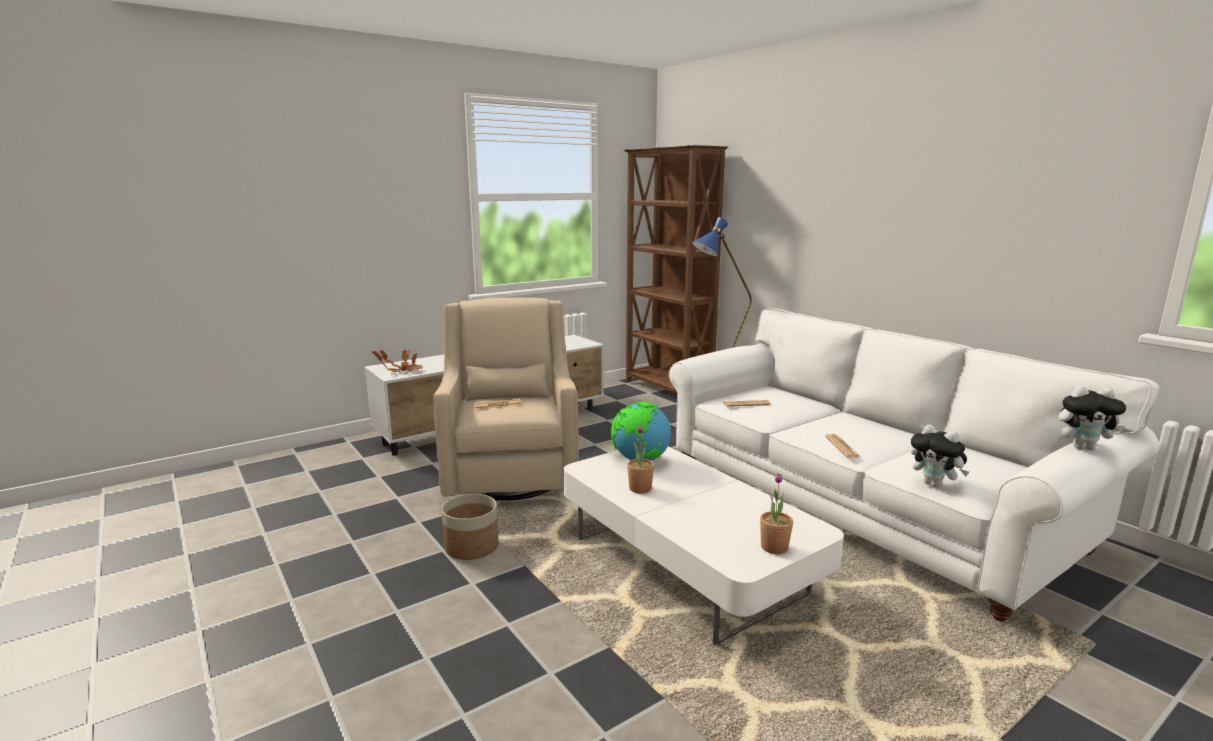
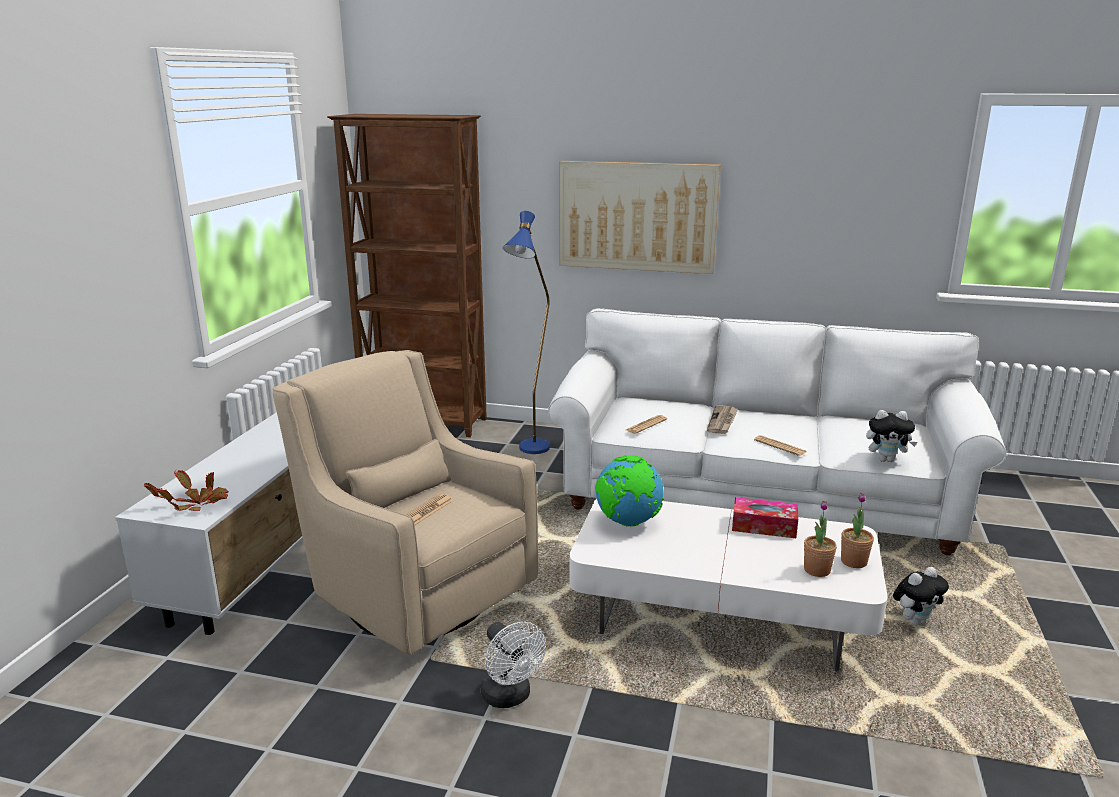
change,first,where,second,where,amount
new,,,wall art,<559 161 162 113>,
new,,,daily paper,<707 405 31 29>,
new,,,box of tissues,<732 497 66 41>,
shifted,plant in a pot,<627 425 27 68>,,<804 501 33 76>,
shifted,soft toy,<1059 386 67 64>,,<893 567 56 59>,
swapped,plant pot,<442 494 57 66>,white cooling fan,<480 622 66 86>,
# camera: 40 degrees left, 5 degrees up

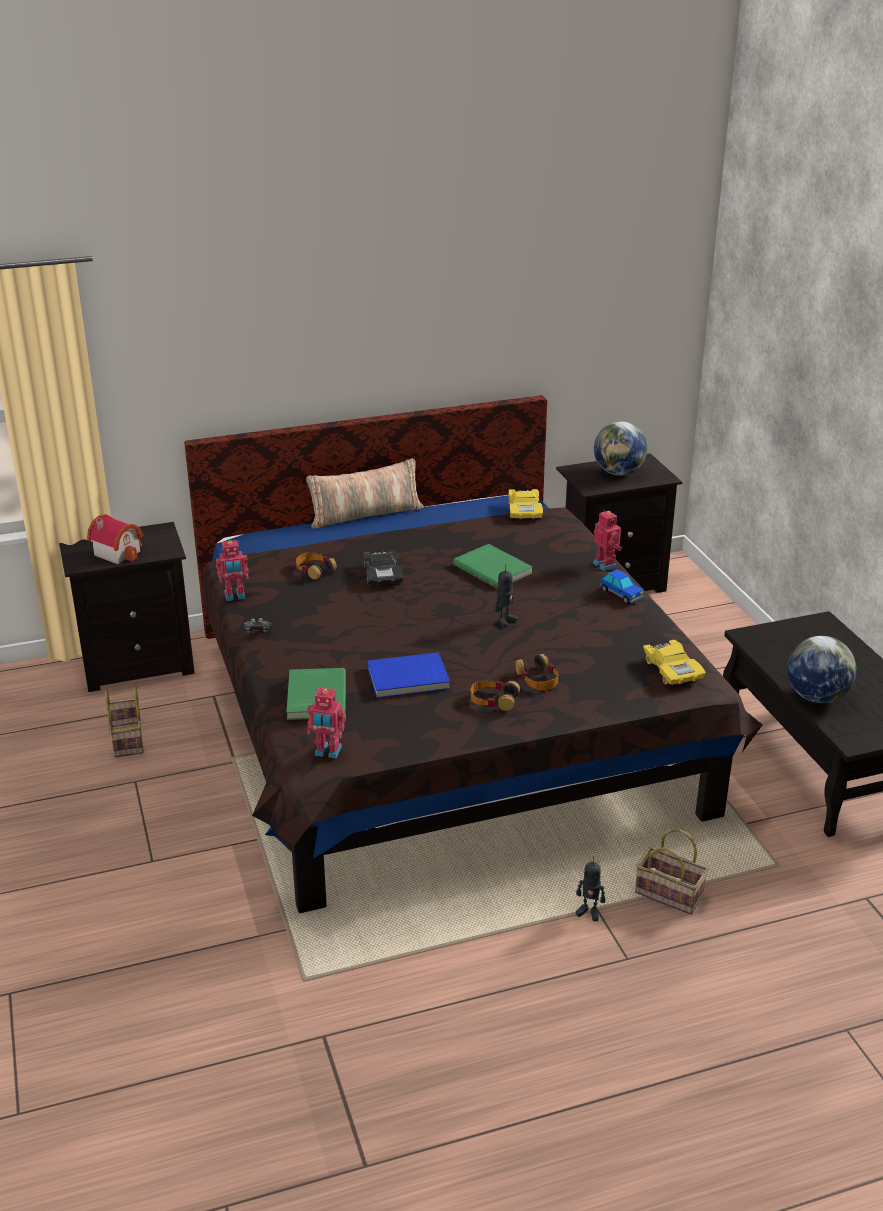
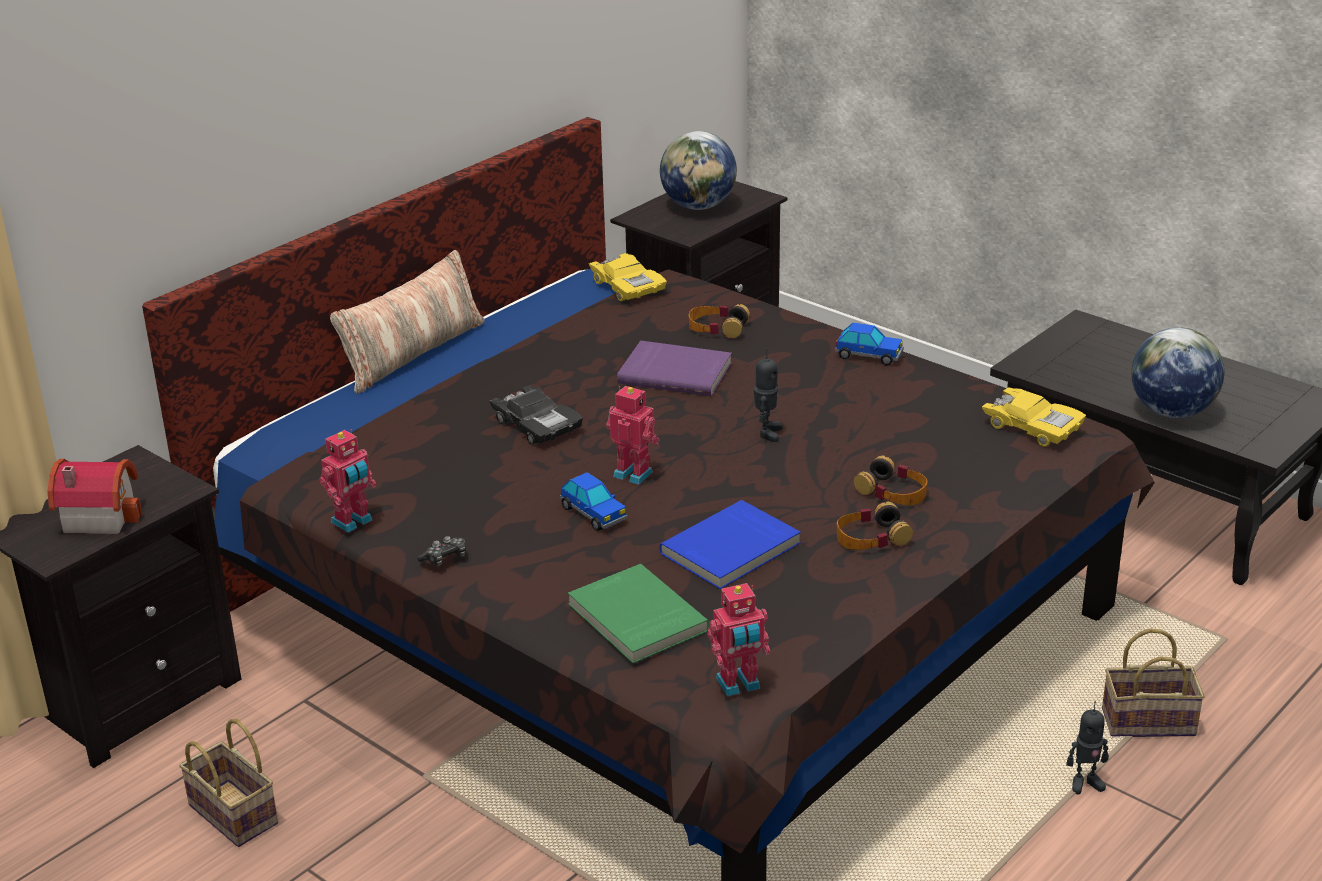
change,first,where,second,where,amount
new,,,toy car,<560 472 68 59>,
shifted,headset,<296 553 41 26>,,<688 304 62 34>,
shifted,toy robot,<593 509 29 62>,,<606 386 54 99>,
repainted,green-coloured book,<453 544 80 45>,purplish book,<617 341 115 55>,
# camera: 30 degrees left, 0 degrees up

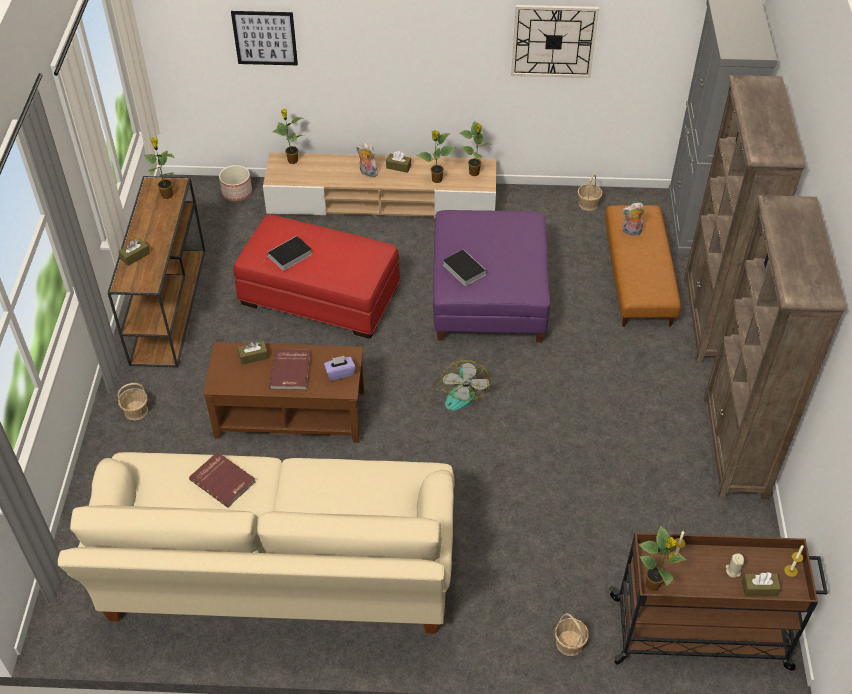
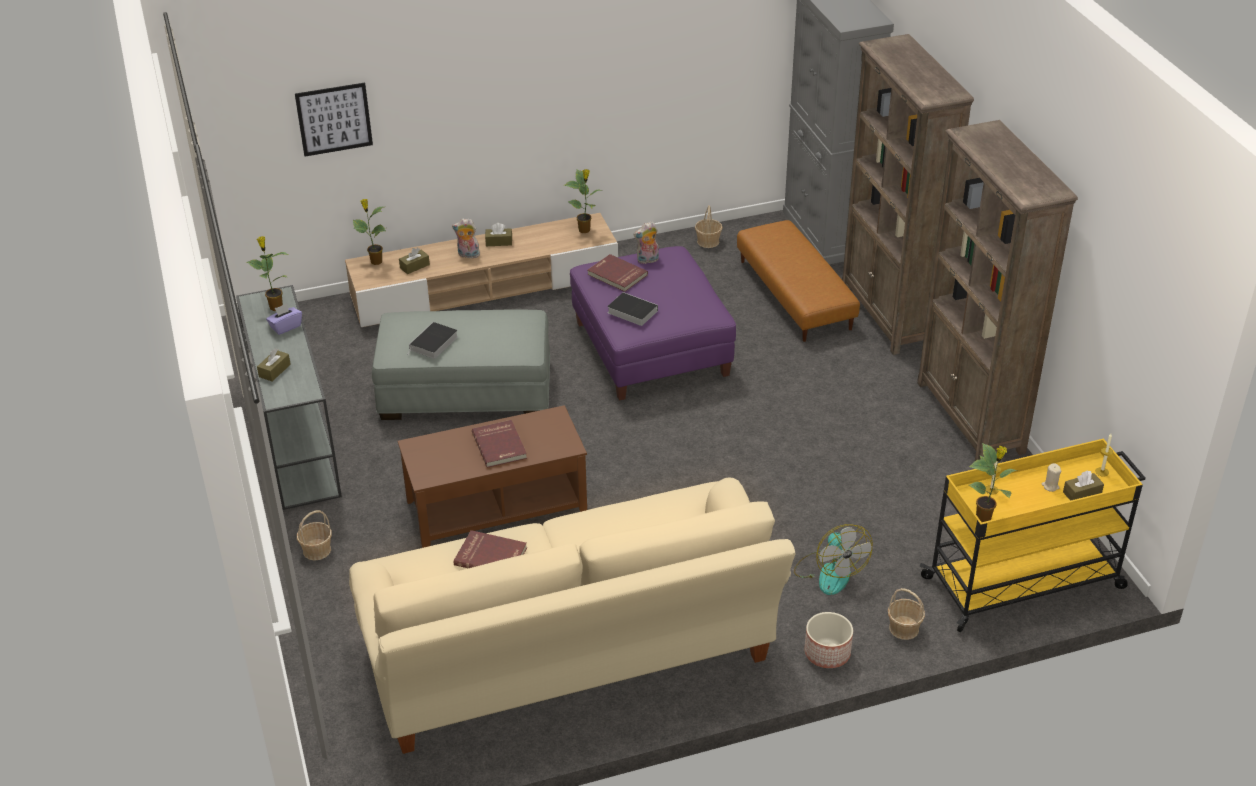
change,first,where,second,where,amount
gone,plant in a pot,<416 130 40 53>,,,
gone,clock on the wall,<511 5 88 73>,,,
new,,,red-coloured book,<587 254 61 38>,
shifted,plant pot,<219 165 33 36>,,<804 612 49 56>,
shifted,brown-coloured box of tissues,<238 341 30 24>,,<399 248 31 26>,
shifted,purplish box of tissues,<324 356 32 25>,,<266 304 36 31>,
shifted,cooling fan,<433 360 58 51>,,<794 524 79 71>,
shifted,soft toy,<622 202 23 34>,,<633 221 26 43>,
repainted,brown-coloured console table,<108 176 98 192>,grey console table,<236 285 106 225>,
repainted,red-coloured pouffe,<233 215 167 124>,grey pouffe,<372 310 178 110>,
repainted,brown-coloured trolley,<609 533 219 138>,yellowish trolley,<920 438 226 194>,
# camera: 20 degrees left, 10 degrees down

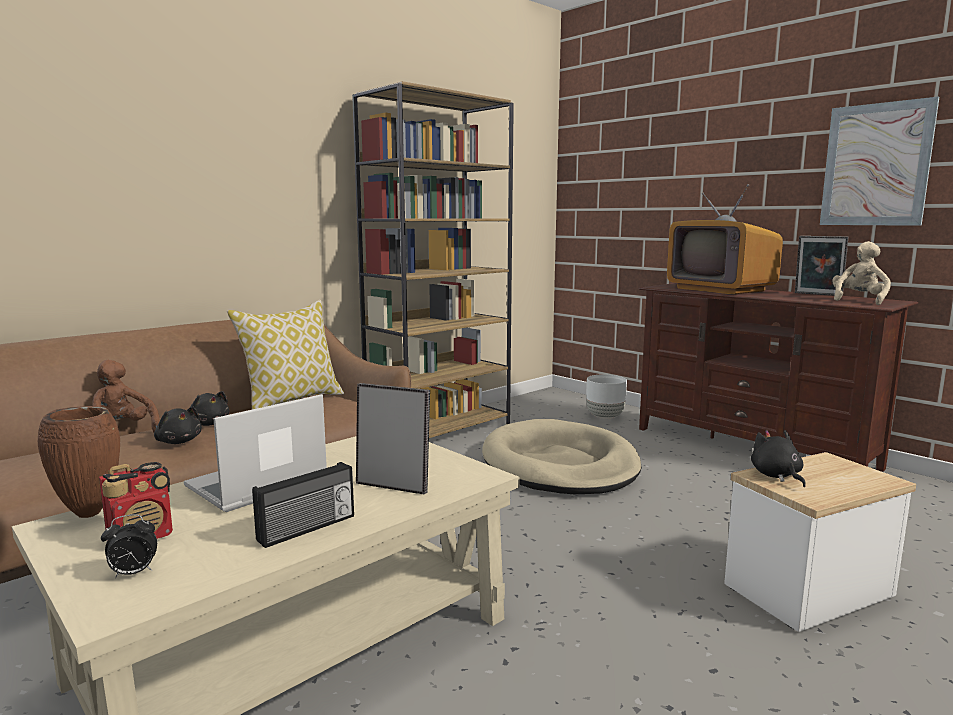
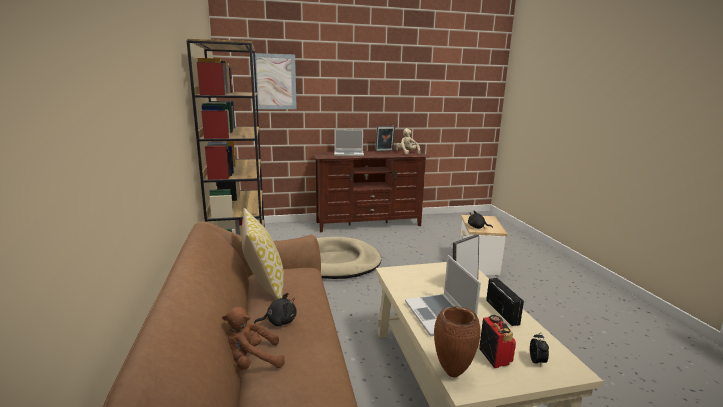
change,first,where,second,where,amount
gone,black soft toy,<154 407 48 37>,,,
gone,white plant pot,<586 375 41 44>,,,
shifted,wall art,<820 96 119 130>,,<252 53 45 56>,
swapped,TV set,<667 184 116 110>,portable computer,<334 129 30 27>,
# camera: 60 degrees left, 5 degrees up

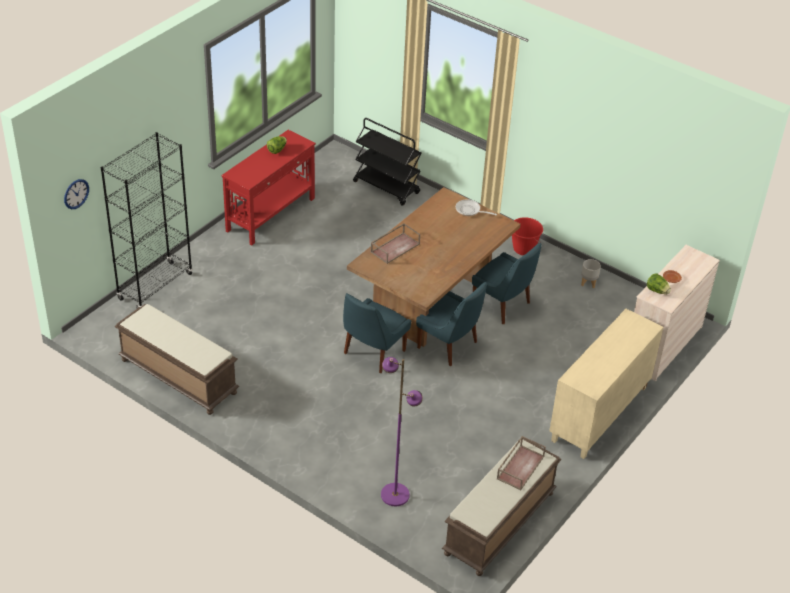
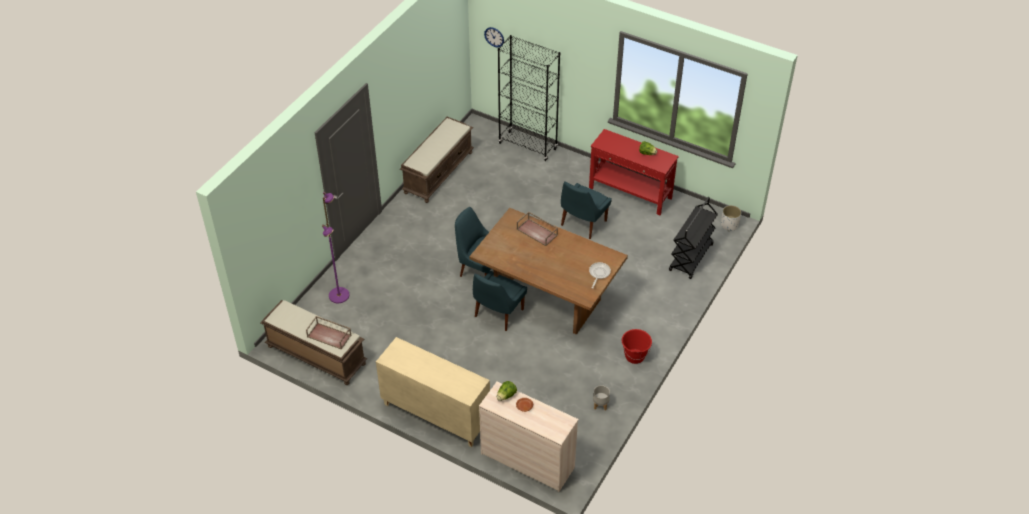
change,first,where,second,where,amount
new,,,white plant pot,<721 205 21 26>,
shifted,blue upright chair,<472 243 70 81>,,<561 181 51 58>,
# camera: 85 degrees right, 5 degrees up

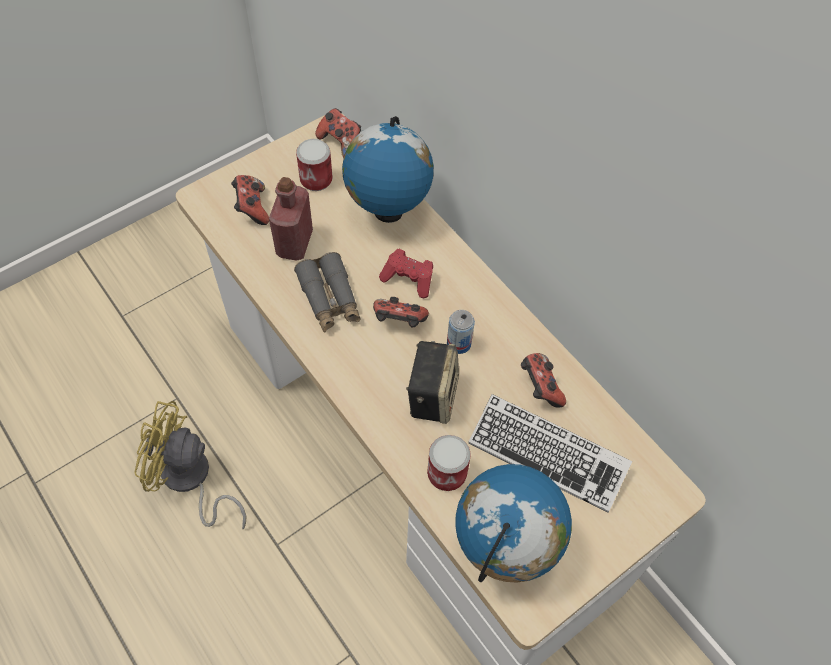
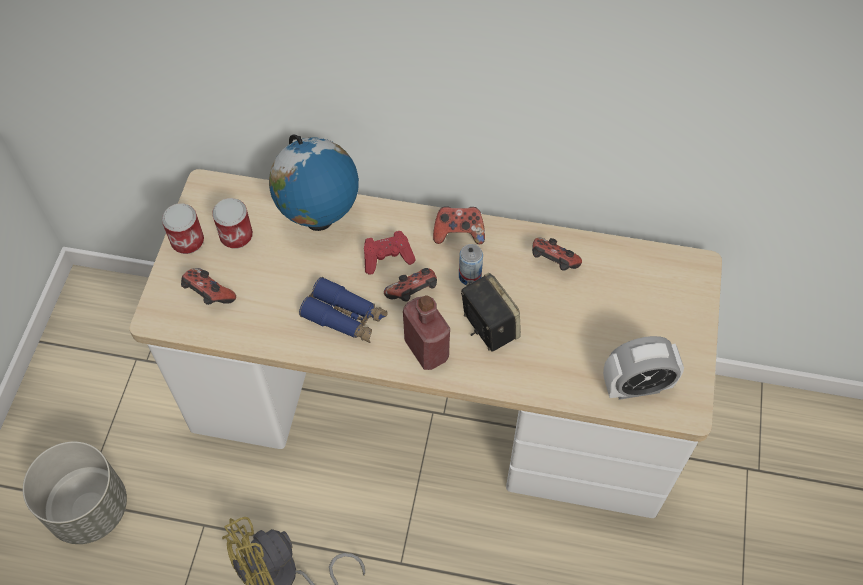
change,first,where,second,where,amount
gone,computer keyboard,<468 394 164 119>,,,
new,,,grey plant pot,<23 442 104 102>,
shifted,red-coloured beverage bottle,<269 177 44 84>,,<403 295 47 75>,
shifted,joypad,<315 108 46 50>,,<433 206 52 38>,
shifted,metal can,<427 435 44 56>,,<162 203 42 51>,
swapped,desk globe,<455 464 117 119>,table clock,<603 336 81 64>,
repainted,grey pair of binoculars,<294 252 67 80>,blue pair of binoculars,<299 277 89 66>,
# camera: 40 degrees left, 0 degrees up

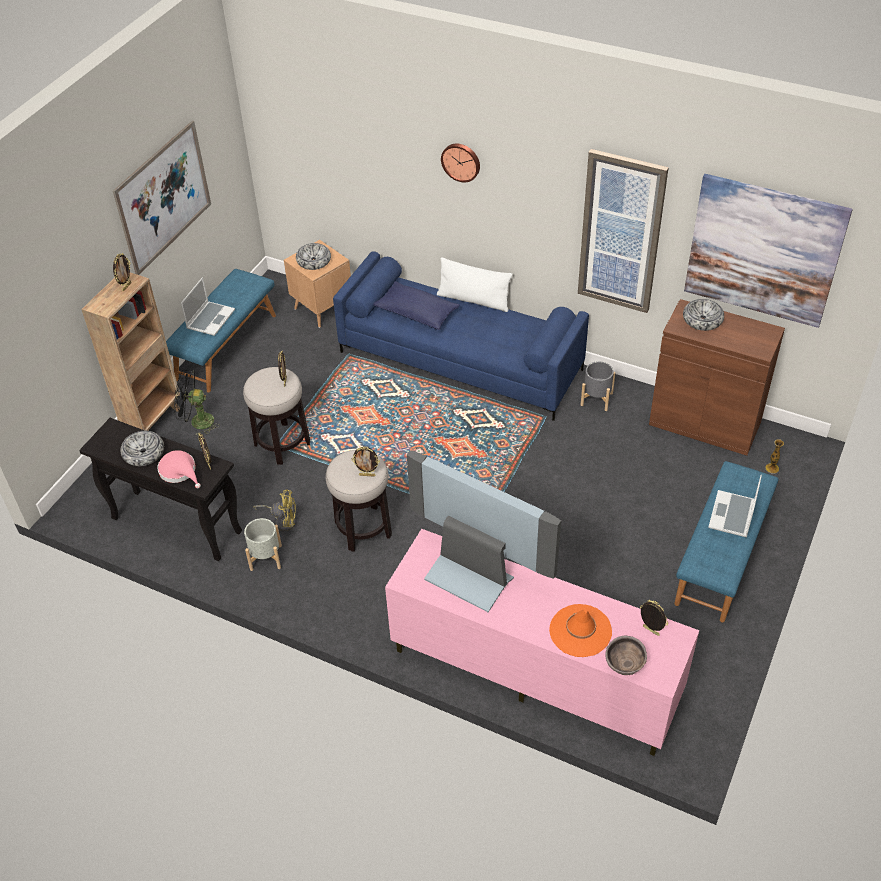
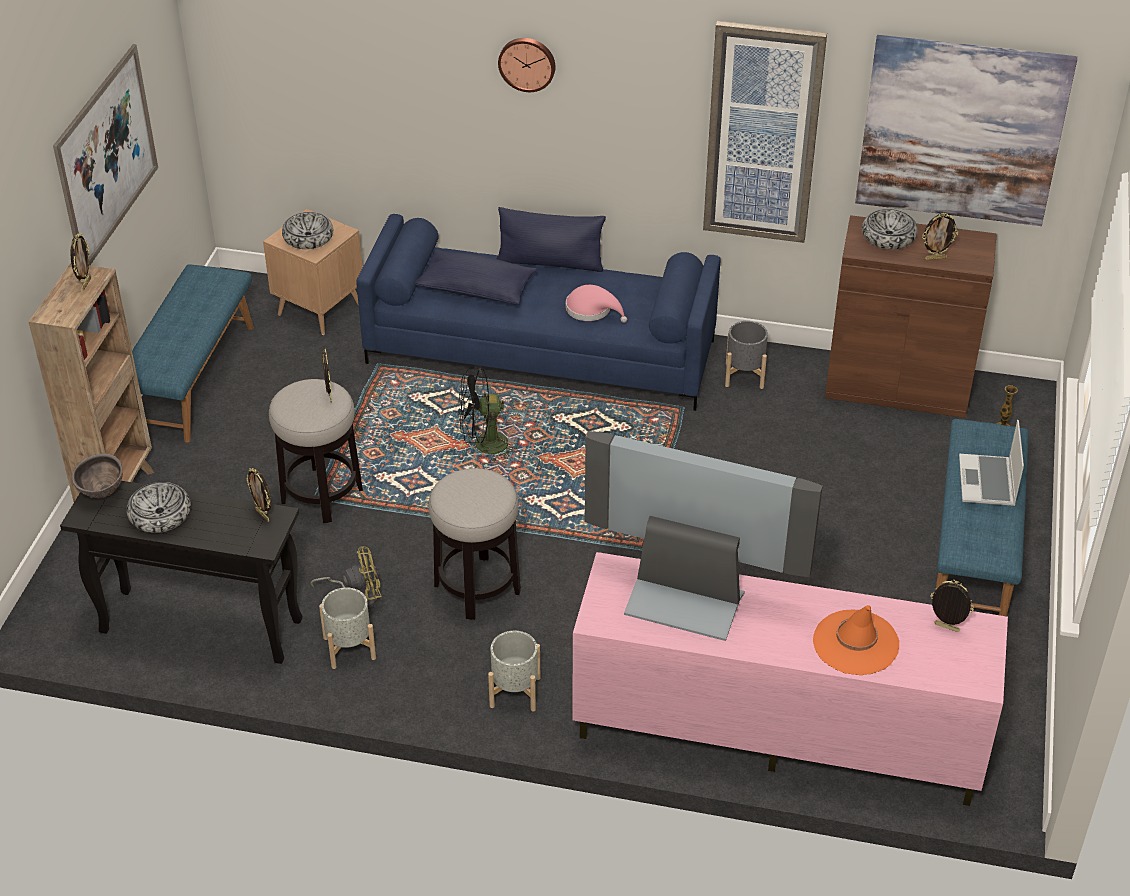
change,first,where,second,where,amount
gone,portable computer,<181 277 54 59>,,,
new,,,grey plant pot,<488 631 52 80>,
shifted,pinkish wearable hat,<157 450 44 38>,,<566 285 61 38>,
shifted,black cooling fan,<174 370 46 65>,,<459 368 60 94>,
shifted,standing frame,<351 447 29 30>,,<922 213 36 47>,
shifted,brown-coloured serving bowl,<606 636 41 40>,,<72 454 51 44>,
repainted,white cushion,<437 257 76 55>,blue cushion,<497 207 109 65>,
# camera: 15 degrees left, 5 degrees down

